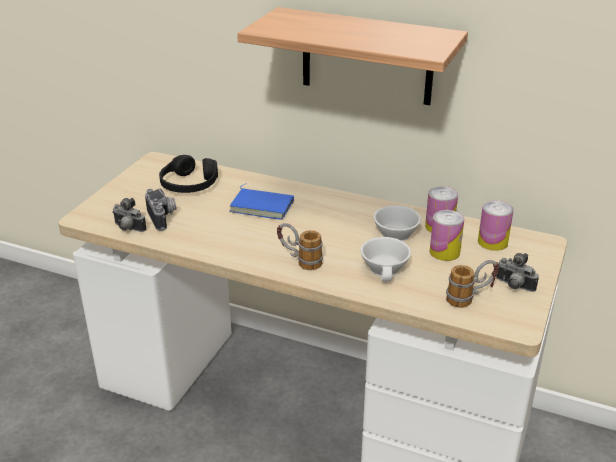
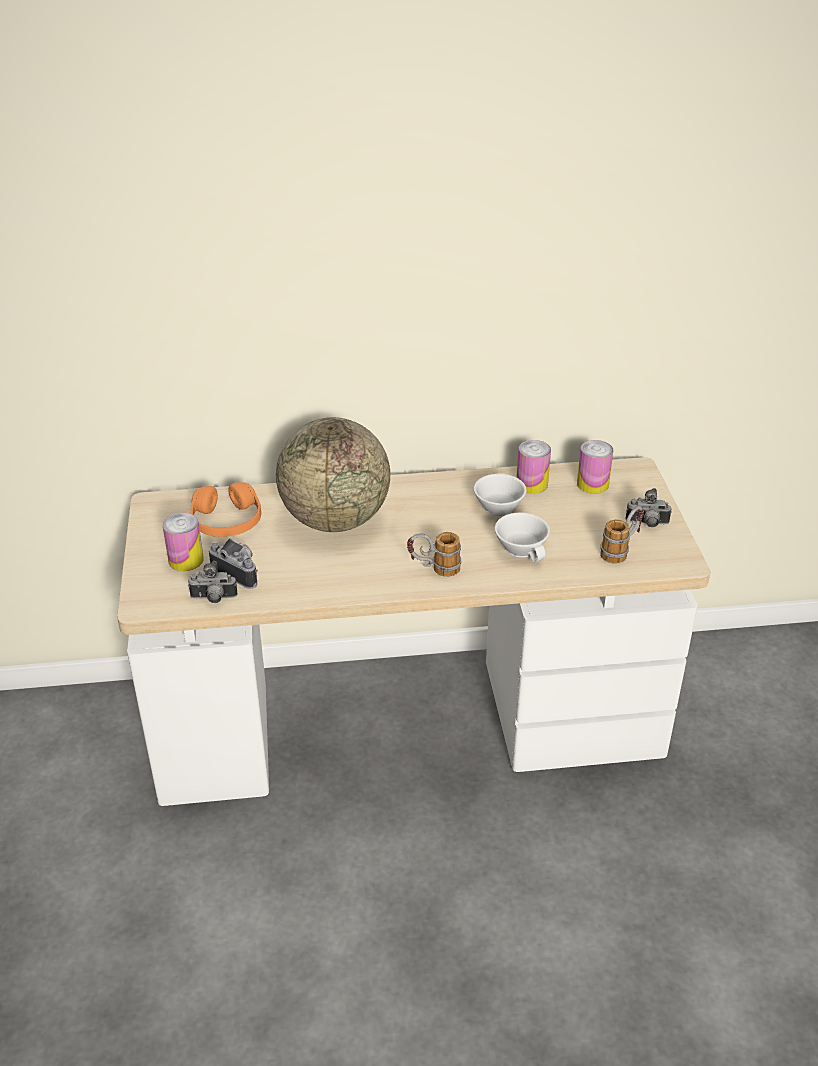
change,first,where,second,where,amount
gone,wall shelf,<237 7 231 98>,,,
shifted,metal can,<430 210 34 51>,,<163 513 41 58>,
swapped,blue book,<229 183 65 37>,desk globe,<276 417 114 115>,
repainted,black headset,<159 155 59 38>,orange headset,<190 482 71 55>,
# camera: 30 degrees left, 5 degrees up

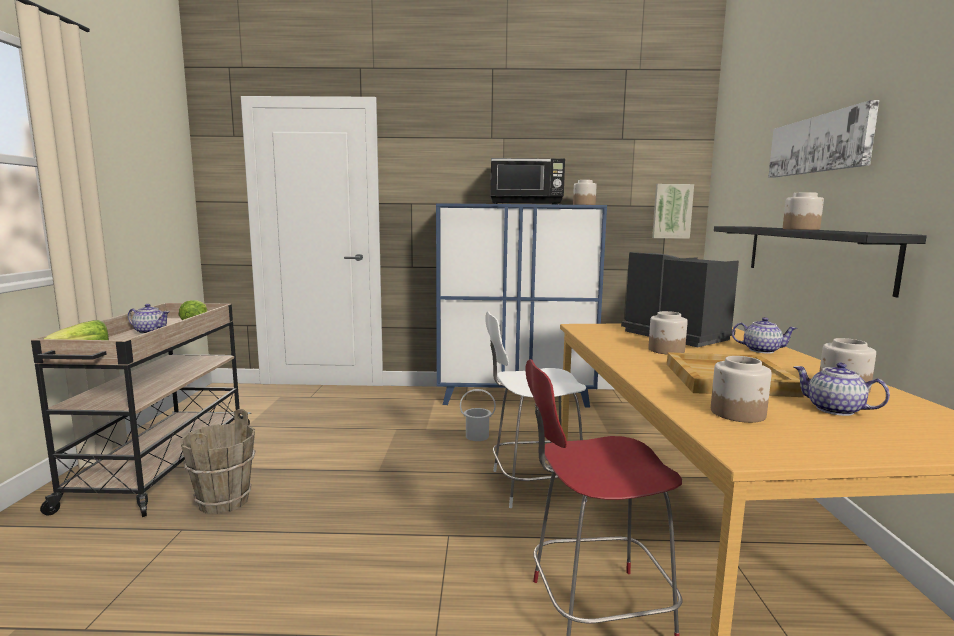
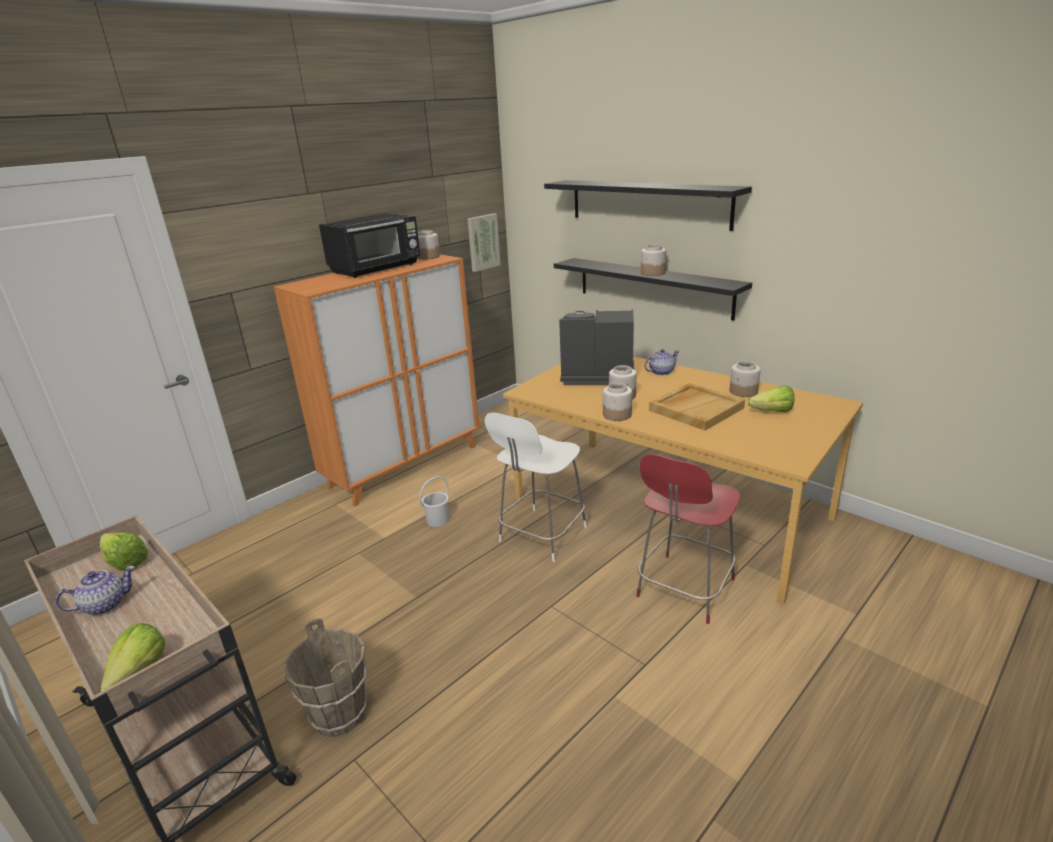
change,first,where,second,where,amount
shifted,jar,<711 356 61 67>,,<603 383 29 38>,
swapped,wall art,<768 100 111 78>,black wall shelf,<544 180 208 51>,
swapped,pot for tea,<794 363 96 53>,lettuce head,<748 386 46 26>,
repainted,blue cabinet,<436 203 171 205>,orange cabinet,<274 254 206 253>,
# camera: 45 degrees left, 15 degrees up

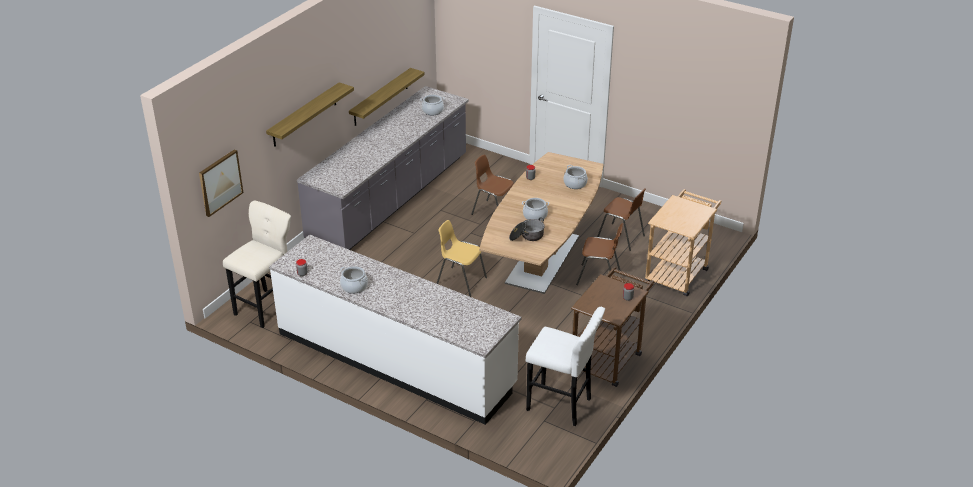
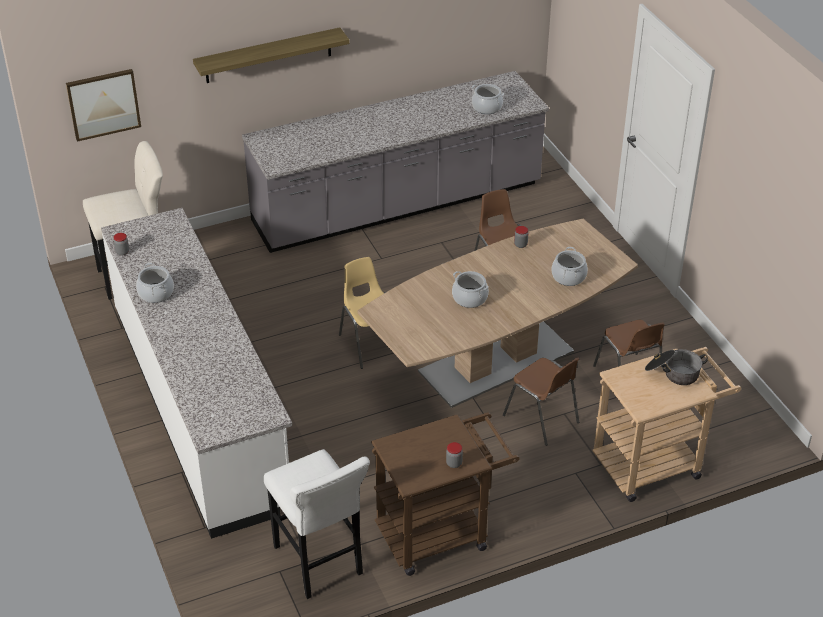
change,first,where,second,where,amount
gone,wall shelf,<349 68 76 58>,,,
shifted,cooking pot,<509 218 36 23>,,<645 349 63 36>,
# camera: 35 degrees right, 5 degrees up

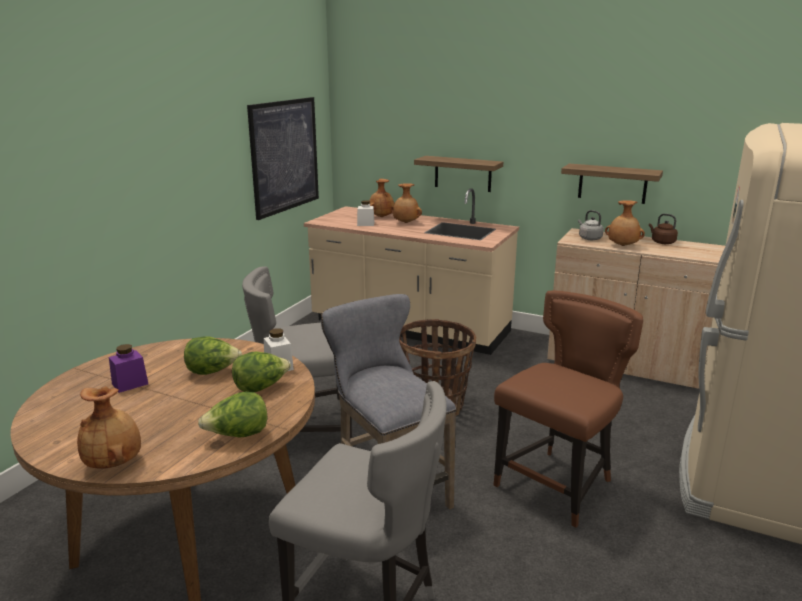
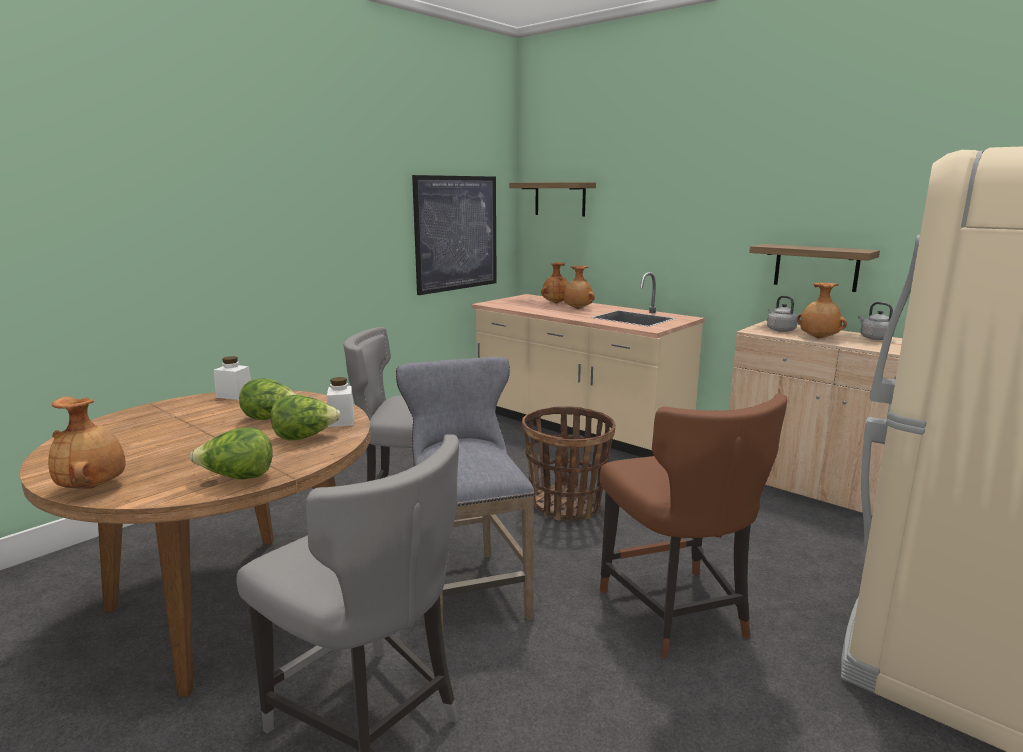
change,first,where,second,where,amount
gone,purplish jar,<109 344 39 49>,,,
shifted,white jar,<357 200 18 26>,,<214 356 37 44>,
shifted,wall shelf,<414 156 89 36>,,<509 182 87 35>,
repainted,brown-coloured kettle,<649 214 29 30>,grey kettle,<858 302 36 38>,
rotated,brown-coloured upright chair,<493 291 150 237>,,<600 394 187 264>,105 degrees clockwise
# camera: 15 degrees right, 5 degrees down

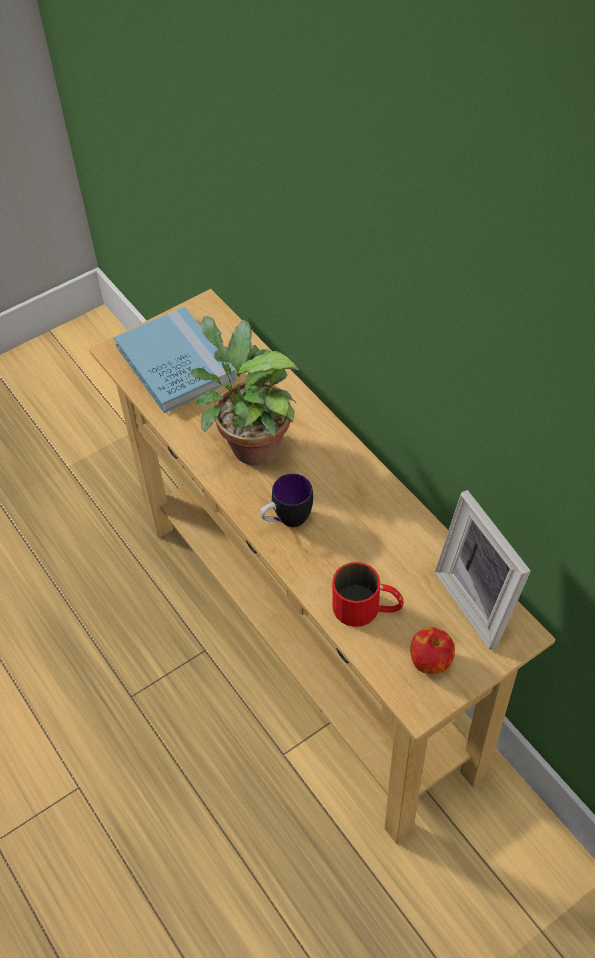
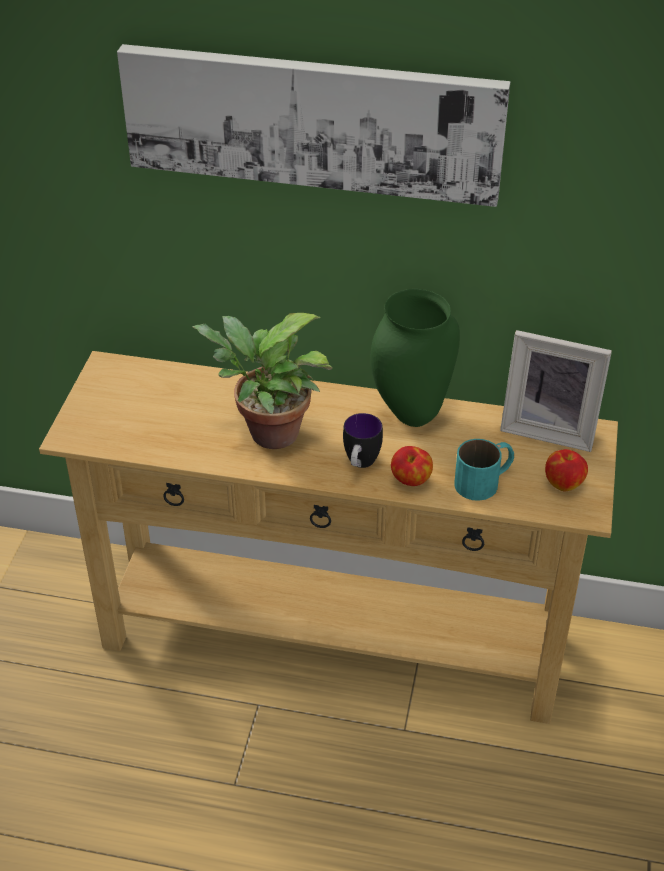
change,first,where,second,where,amount
gone,blue book,<114 306 122 107>,,,
new,,,wall art,<117 44 393 163>,
new,,,green-coloured decorative vase,<370 289 90 138>,
new,,,whole apple,<391 446 42 40>,
repainted,red-coloured tea mug,<332 562 72 65>,blue-green tea mug,<454 439 60 62>,
# camera: 45 degrees left, 10 degrees down

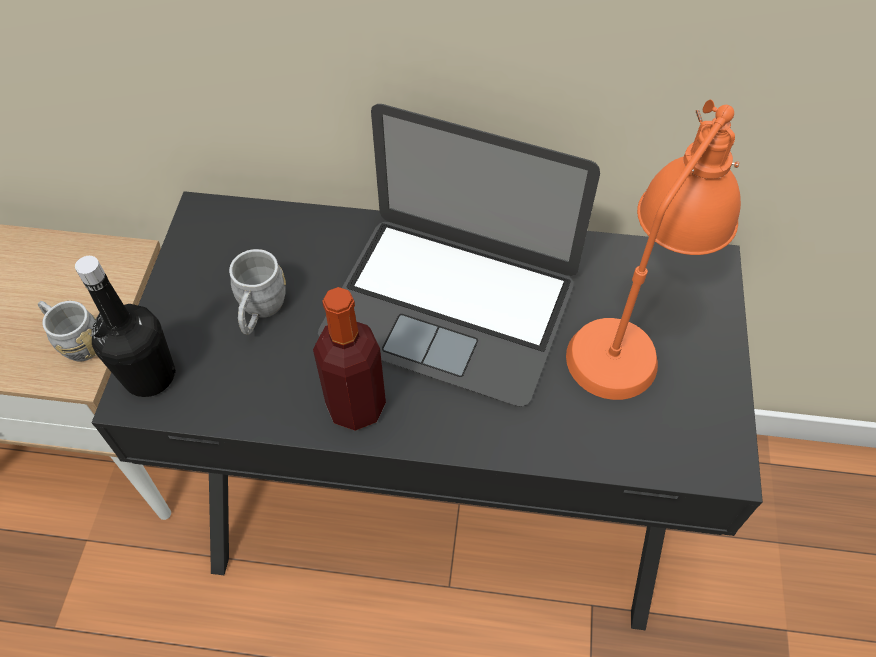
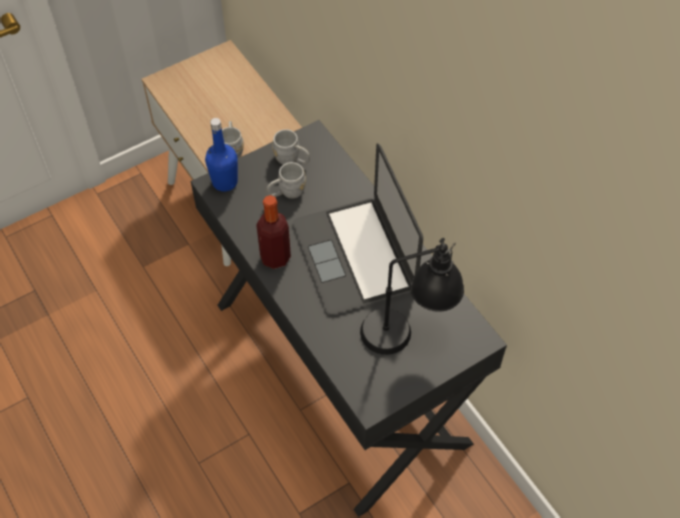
change,first,where,second,where,amount
new,,,grey tea mug,<272 129 38 36>,
repainted,black beverage bottle,<75 256 101 141>,blue beverage bottle,<205 118 33 73>,
repainted,orange table lamp,<566 99 175 301>,black table lamp,<360 238 104 117>,
# camera: 50 degrees right, 0 degrees up

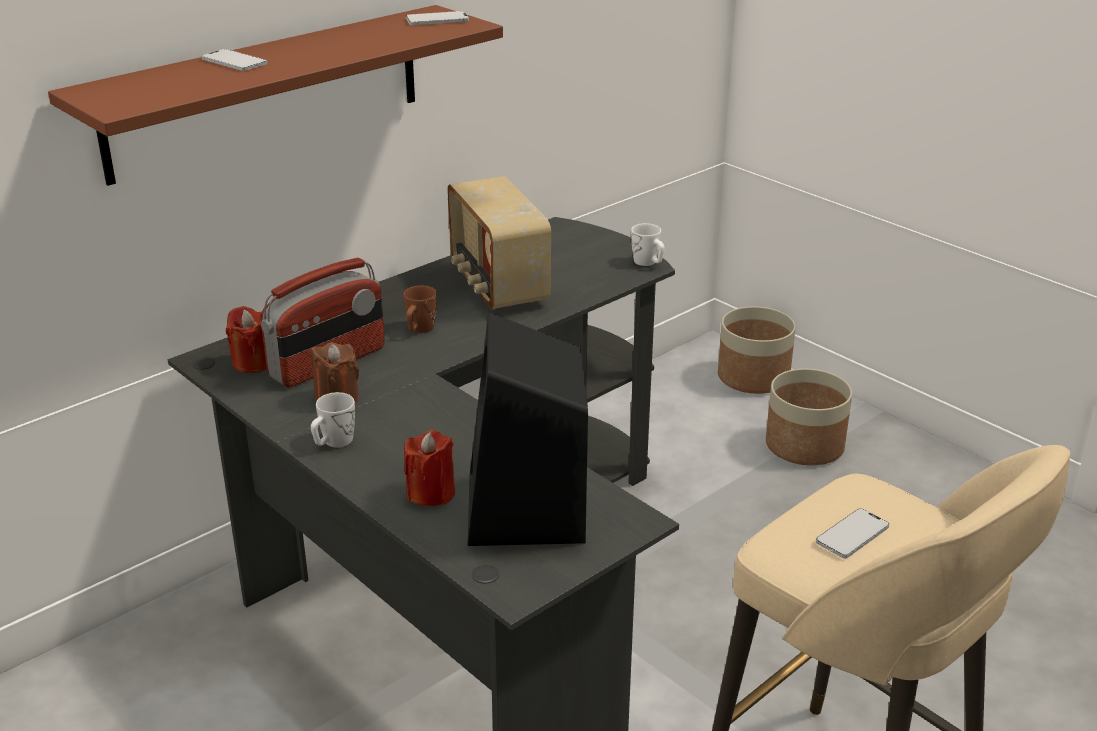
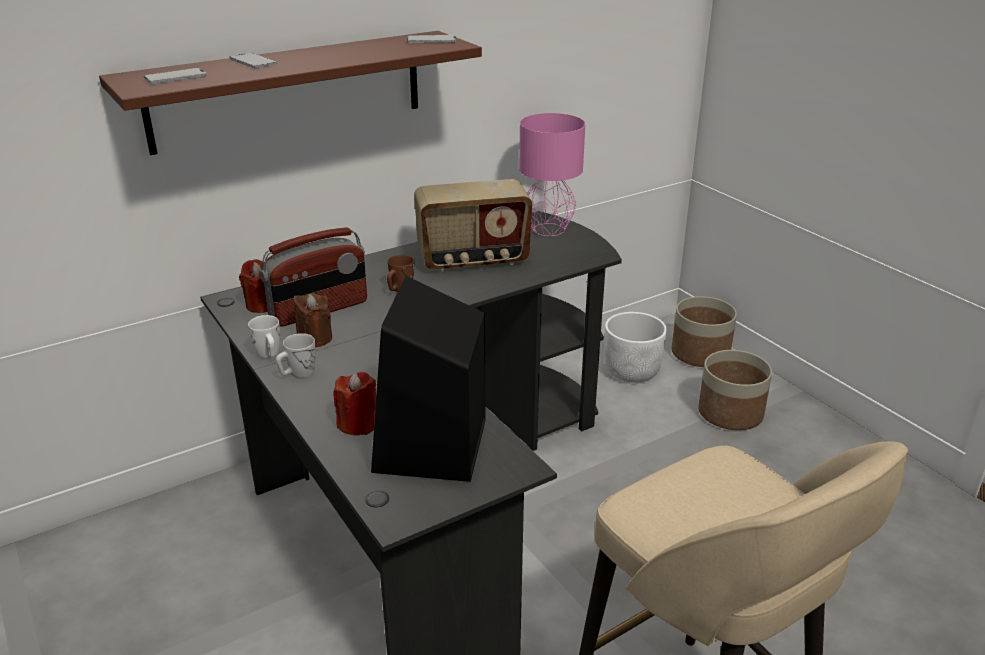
change,first,where,second,where,amount
new,,,pinkish table lamp,<519 113 66 123>,
new,,,white plant pot,<604 312 63 70>,
shifted,white tea mug,<631 223 33 43>,,<248 315 32 44>,
shifted,telephone,<816 508 74 50>,,<144 68 63 16>,
rotated,radio,<447 176 104 133>,,<414 179 118 93>,90 degrees counterclockwise
# camera: 10 degrees right, 0 degrees up

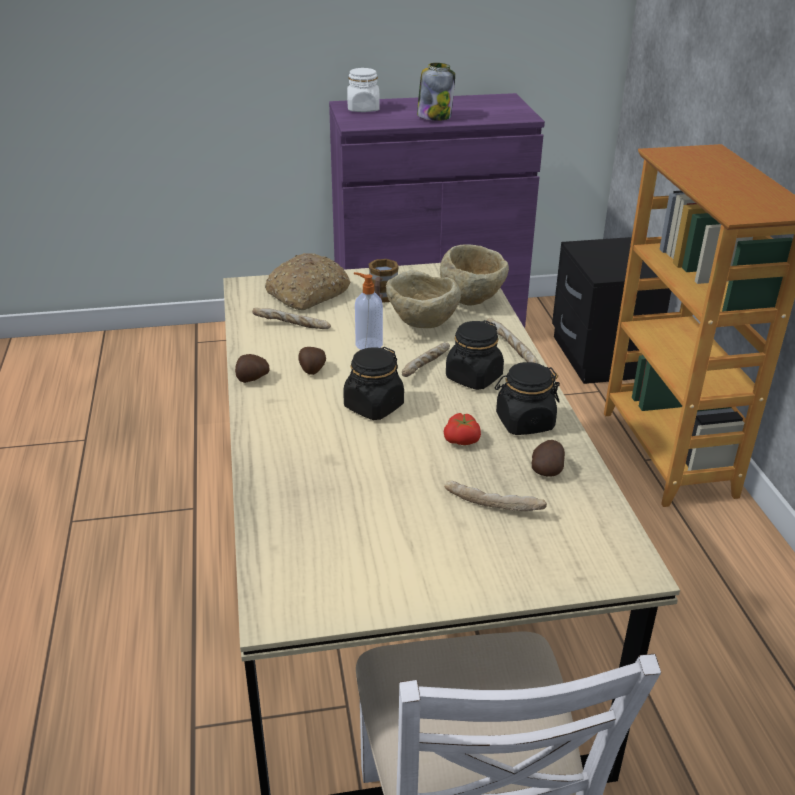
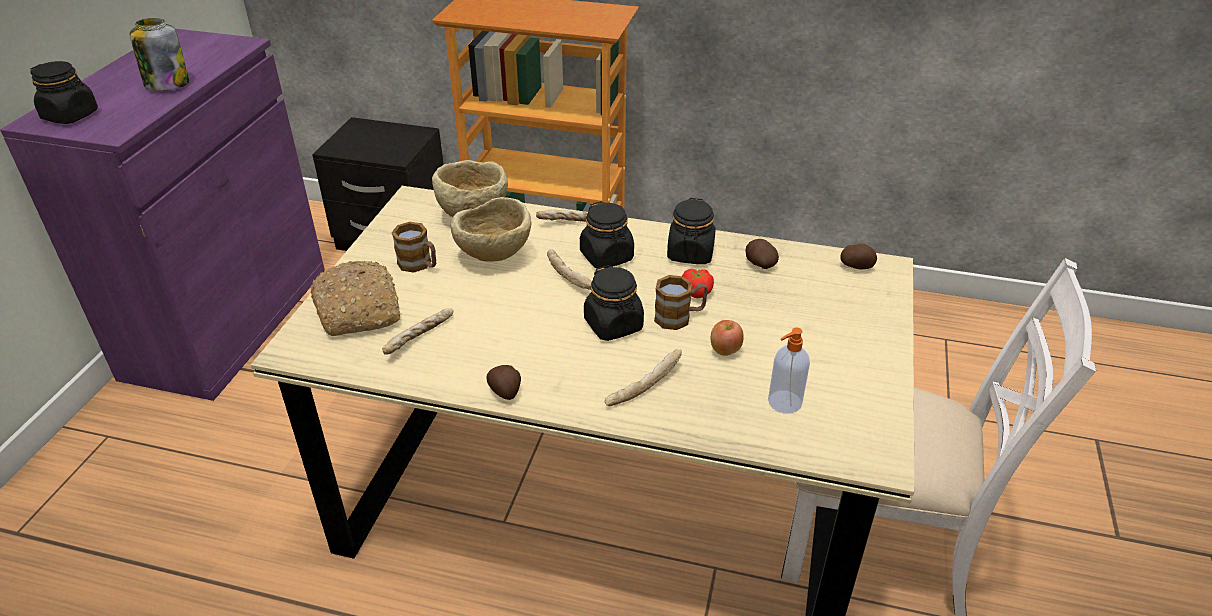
change,first,where,second,where,amount
new,,,tea mug,<654 275 54 55>,
new,,,whole apple,<710 320 34 36>,
shifted,spud,<298 347 28 28>,,<840 244 37 25>,
shifted,soap dispenser,<354 272 29 78>,,<768 327 42 87>,
shifted,bread,<444 481 103 30>,,<604 349 78 57>,
repainted,white jar,<347 68 33 44>,black jar,<31 61 67 63>,
# camera: 65 degrees left, 5 degrees up

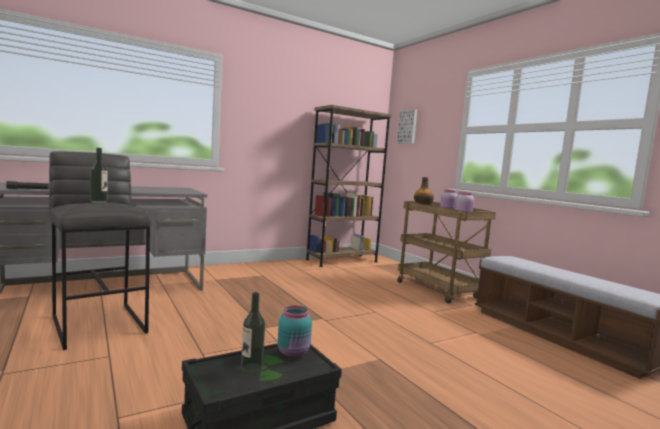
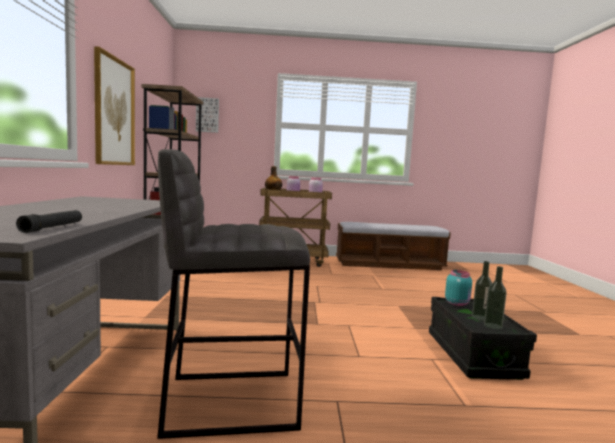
change,first,where,second,where,amount
new,,,wall art,<94 46 41 119>,
shifted,beverage bottle,<90 148 18 55>,,<484 266 23 63>,
# camera: 60 degrees left, 0 degrees up

